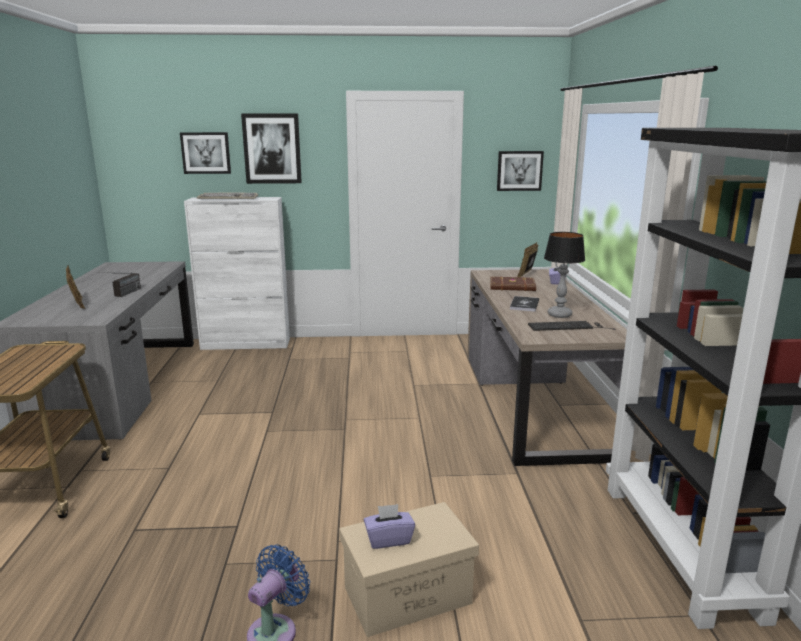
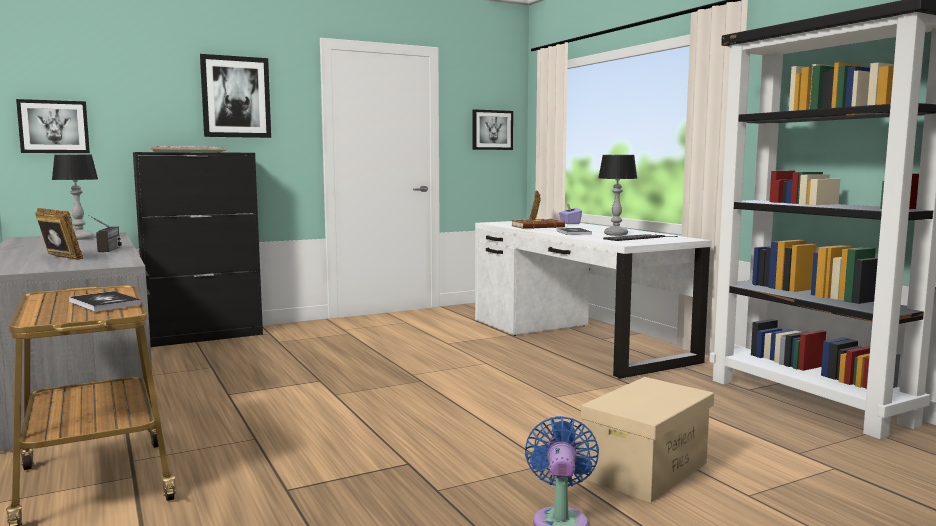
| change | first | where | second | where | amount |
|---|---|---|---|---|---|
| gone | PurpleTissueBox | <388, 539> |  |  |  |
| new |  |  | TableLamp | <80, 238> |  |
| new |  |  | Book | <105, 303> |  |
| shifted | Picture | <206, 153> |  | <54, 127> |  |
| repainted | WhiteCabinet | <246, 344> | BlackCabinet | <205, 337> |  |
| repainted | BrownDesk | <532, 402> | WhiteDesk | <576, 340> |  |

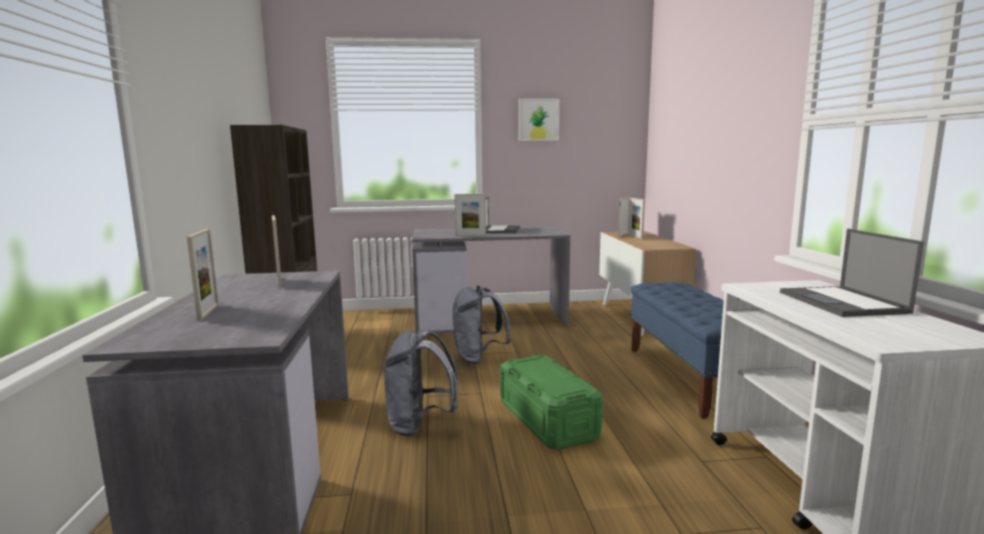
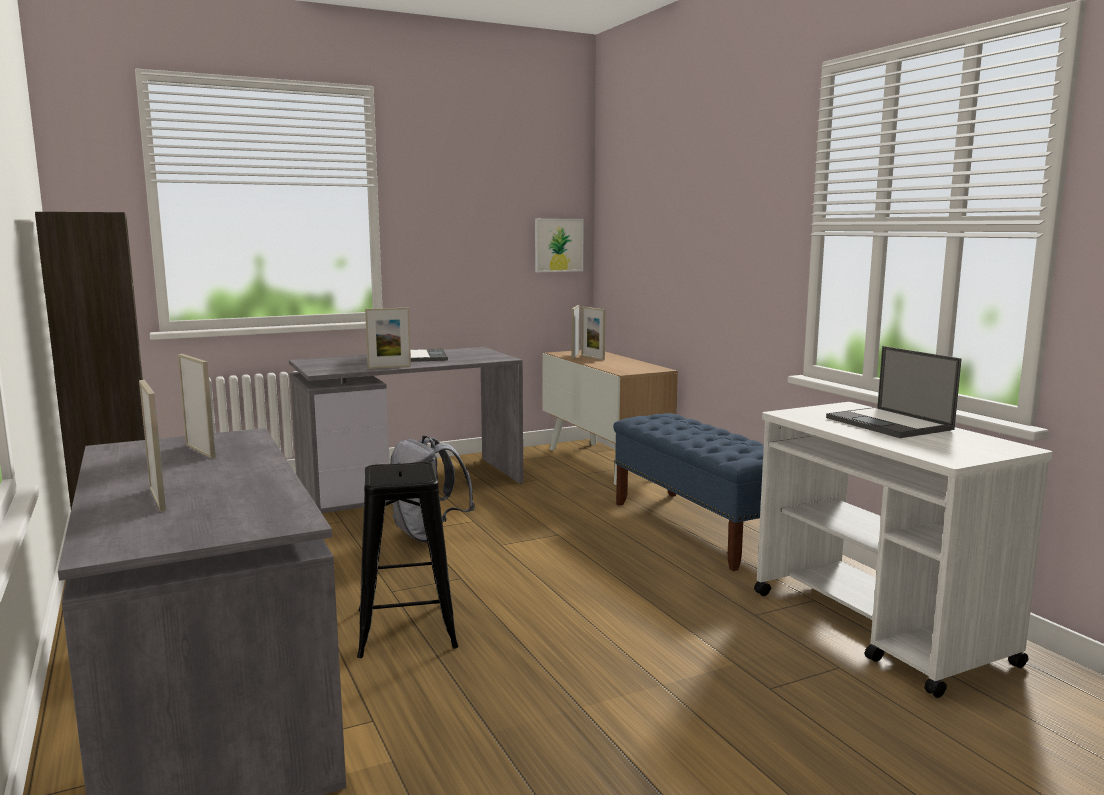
| change | first | where | second | where | amount |
|---|---|---|---|---|---|
| gone | GreenStorageBox | <547, 420> |  |  |  |
| shifted | Picture | <538, 119> |  | <558, 245> |  |
| swapped | GreyBackpack | <420, 425> | BlackStool | <406, 628> |  |

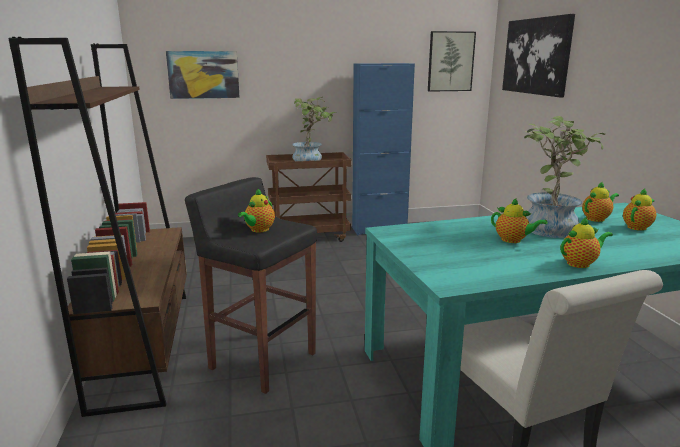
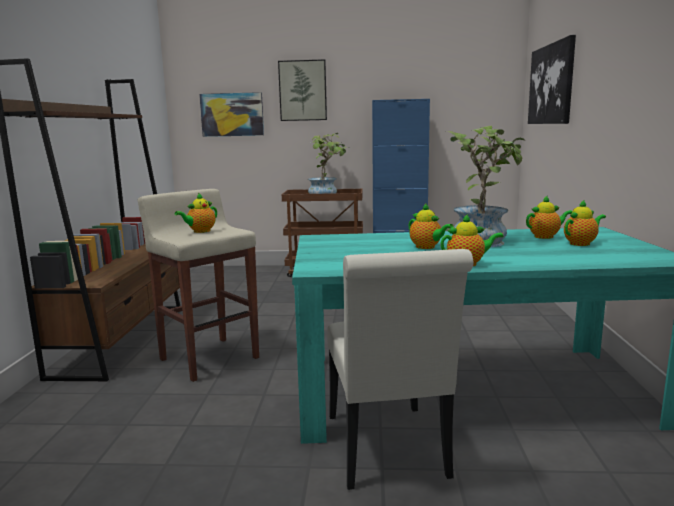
| change | first | where | second | where | amount |
|---|---|---|---|---|---|
| shifted | Picture | <450, 61> |  | <303, 90> |  |
| repainted | BlackStool | <262, 360> | BeigeStool | <209, 358> |  |

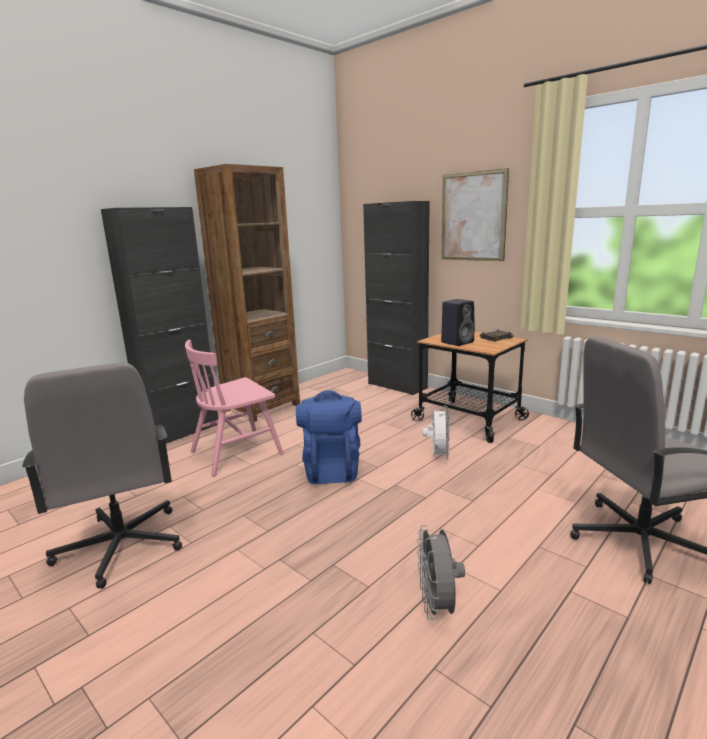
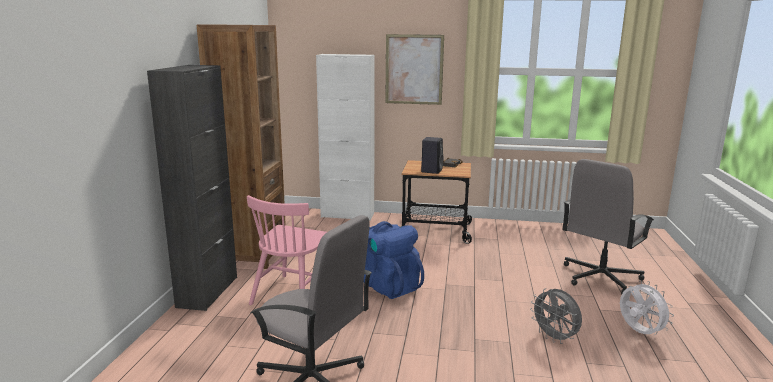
| change | first | where | second | where | amount |
|---|---|---|---|---|---|
| shifted | WhiteFan | <438, 456> |  | <639, 332> |  |
| repainted | BlackCabinet | <397, 386> | WhiteCabinet | <347, 215> |  |

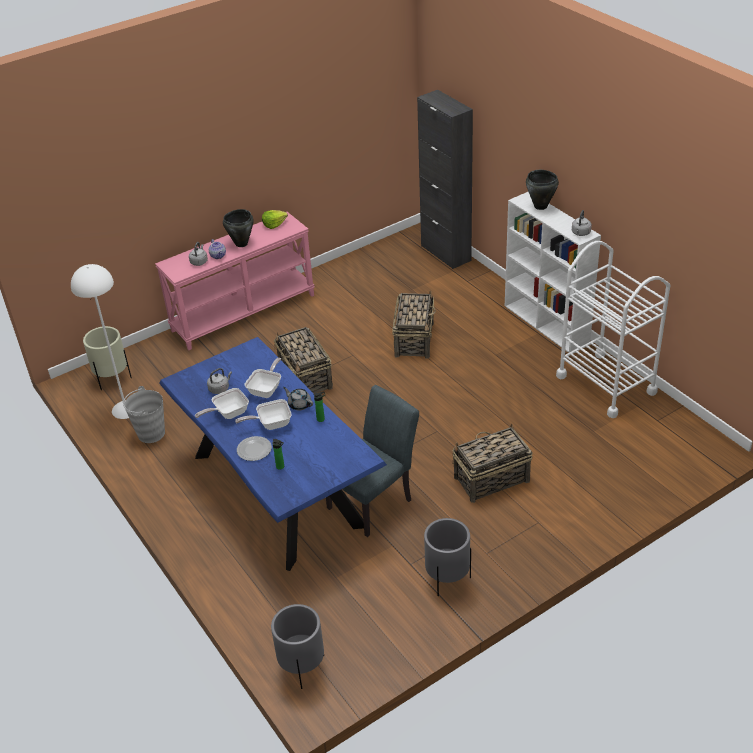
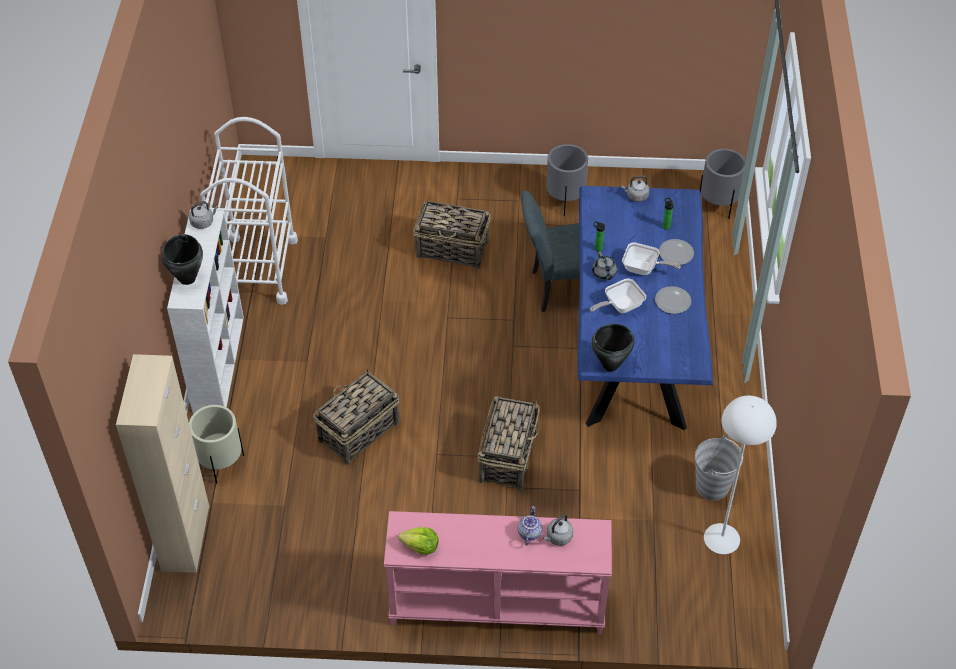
| change | first | where | second | where | amount |
|---|---|---|---|---|---|
| shifted | BeigePlanter | <113, 379> |  | <221, 463> |  |
| shifted | GreyKettle | <220, 388> |  | <636, 196> |  |
| shifted | BlackCookingPot | <241, 244> |  | <611, 365> |  |
| swapped | FryingPan | <228, 413> | Plate | <673, 301> |  |
| repainted | BlackCabinet | <445, 253> | BeigeCabinet | <185, 538> |  |

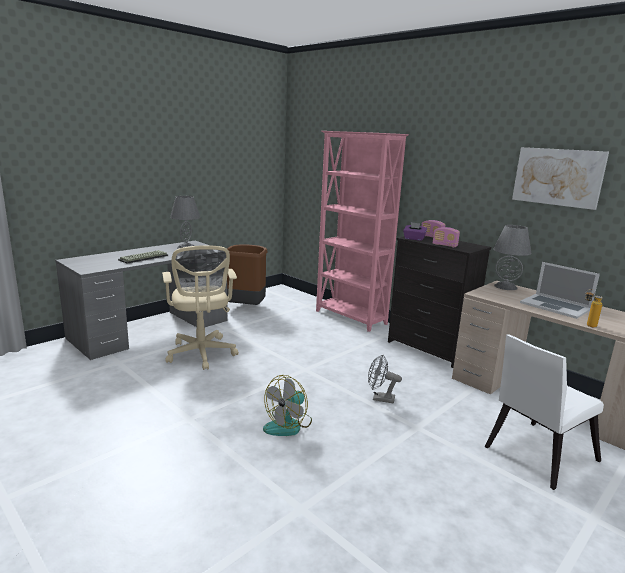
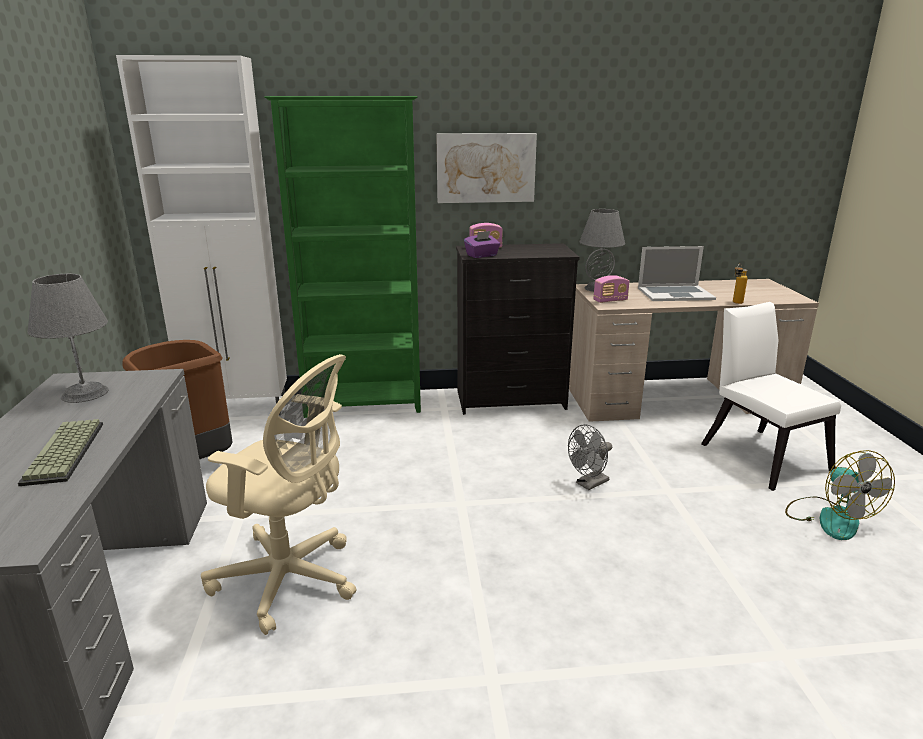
| change | first | where | second | where | amount |
|---|---|---|---|---|---|
| new |  |  | WhiteCabinet | <239, 409> |  |
| shifted | Fan | <288, 425> |  | <829, 517> |  |
| shifted | Radio | <445, 245> |  | <610, 300> |  |
| shifted | Picture | <558, 177> |  | <485, 168> |  |
| repainted | PinkBookcase | <350, 318> | GreenBookcase | <364, 405> |  |
| rotated | WhiteChair | <535, 455> |  | <760, 454> | 150 degrees clockwise |

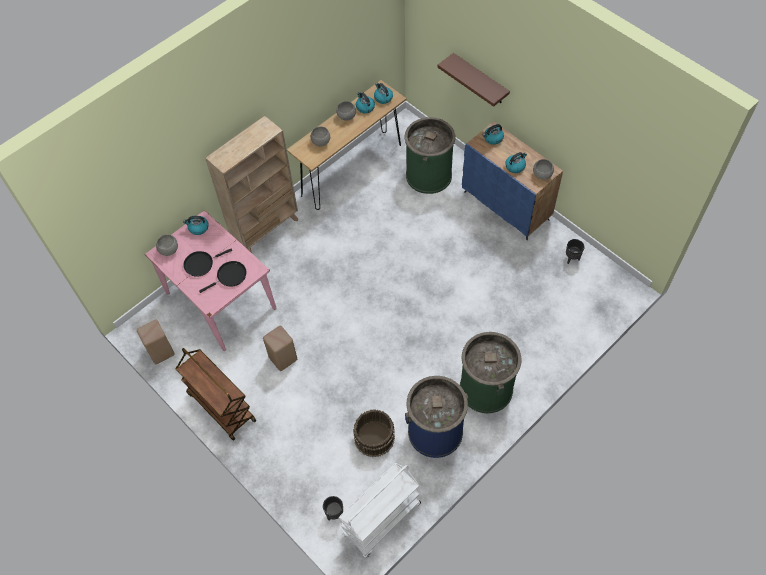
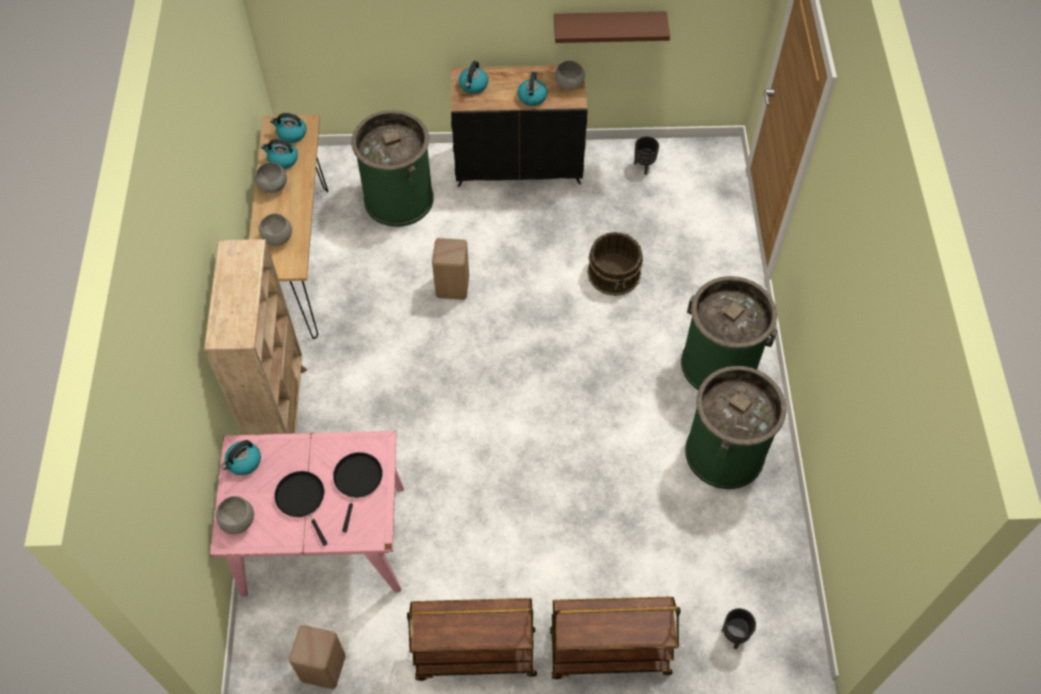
| change | first | where | second | where | amount |
|---|---|---|---|---|---|
| gone | WhiteCart | <381, 520> |  |  |  |
| new |  |  | BrownCart | <608, 653> |  |
| shifted | BeigeStool | <283, 359> |  | <453, 288> |  |
| shifted | BrownBucket | <374, 438> |  | <614, 273> |  |
| shifted | BrownShelf | <480, 79> |  | <609, 25> |  |
| repainted | BlueTrashCan | <435, 431> | GreenTrashCan | <724, 452> |  |
| repainted | BlueCabinet | <506, 206> | BlackCabinet | <519, 165> |  |
| rotated | BlackFryingPan | <201, 264> |  | <302, 499> | 135 degrees clockwise |

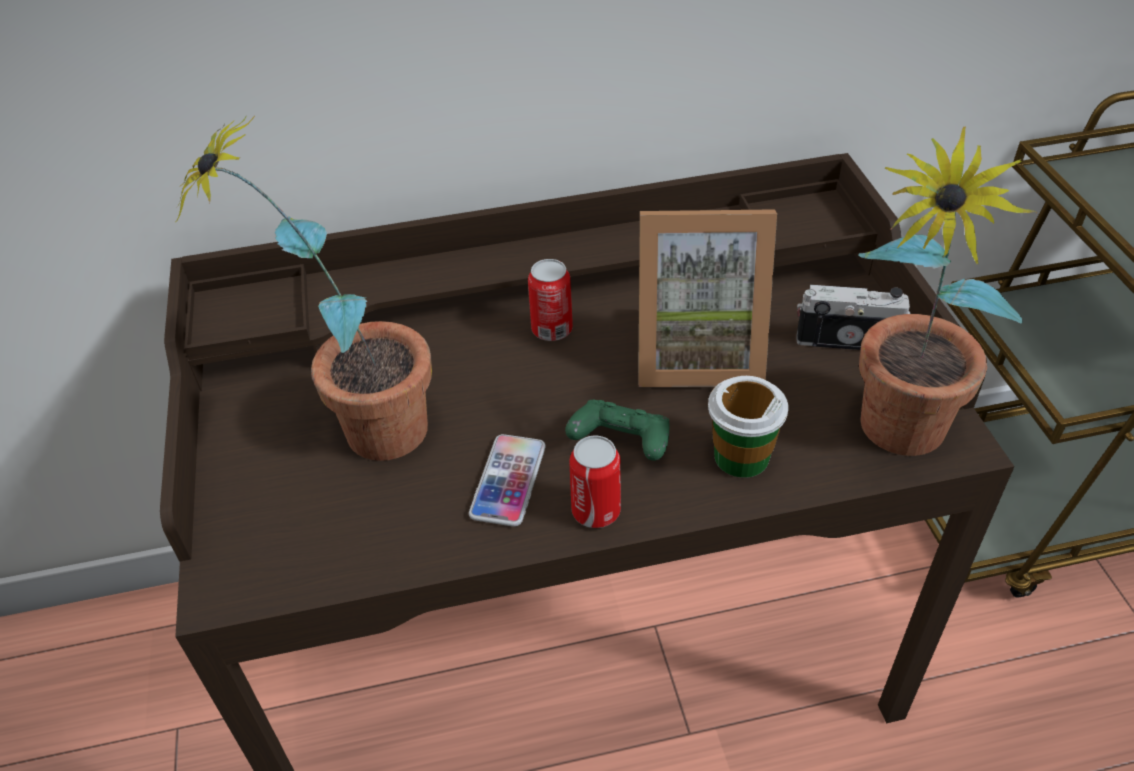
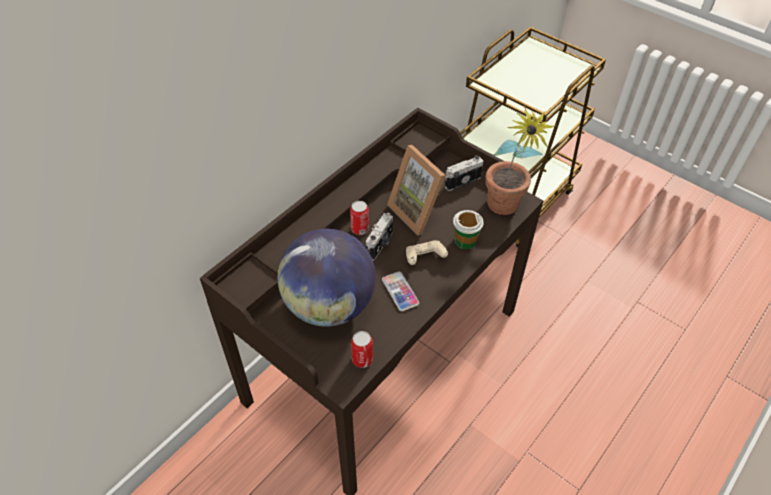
| change | first | where | second | where | amount |
|---|---|---|---|---|---|
| new |  |  | PhotoCamera | <380, 245> |  |
| shifted | Can | <596, 511> |  | <362, 359> |  |
| swapped | PottedPlant | <359, 432> | Globe | <329, 305> |  |
| repainted | GreenGameController | <621, 444> | BeigeGameController | <424, 258> |  |
| rotated | PictureFrame | <697, 353> |  | <418, 211> | 90 degrees clockwise |

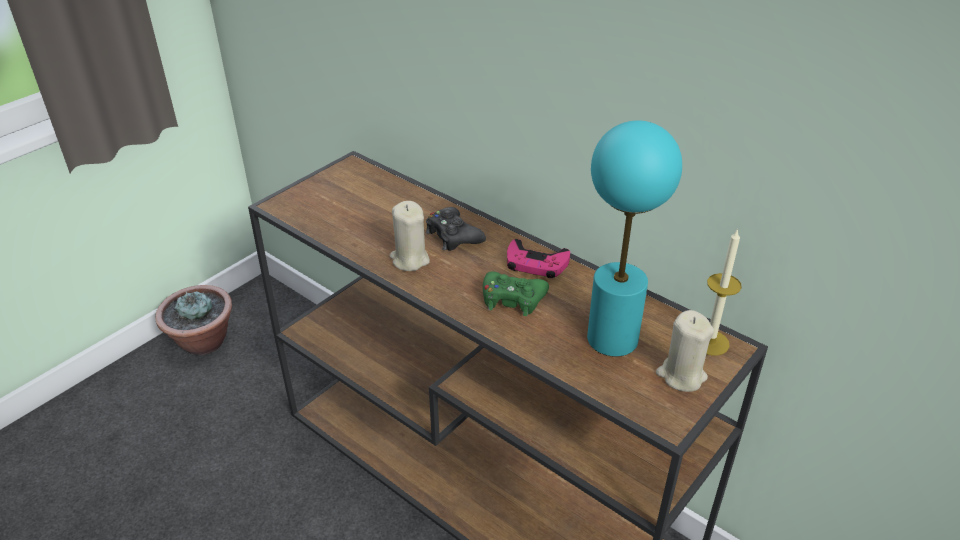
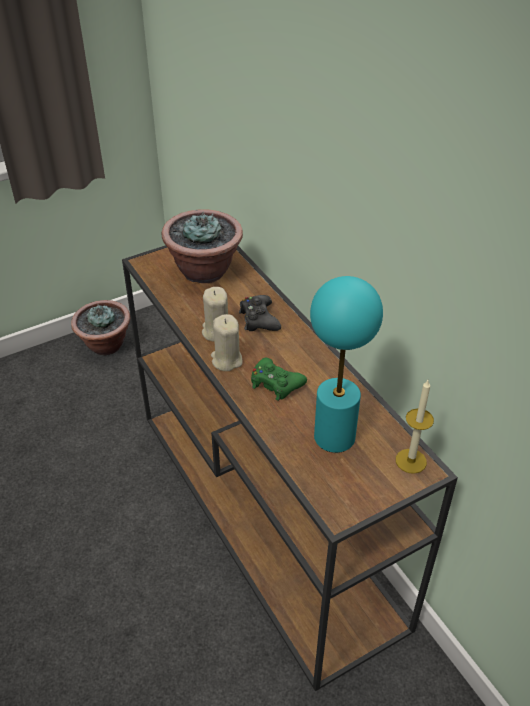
| change | first | where | second | where | amount |
|---|---|---|---|---|---|
| gone | PinkGameController | <536, 264> |  |  |  |
| new |  |  | PottedPlant | <204, 270> |  |
| shifted | BeigeCandle | <681, 375> |  | <226, 360> |  |

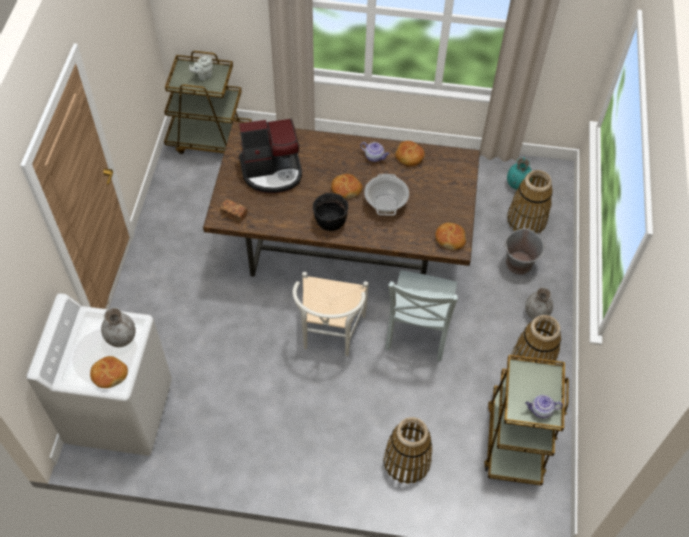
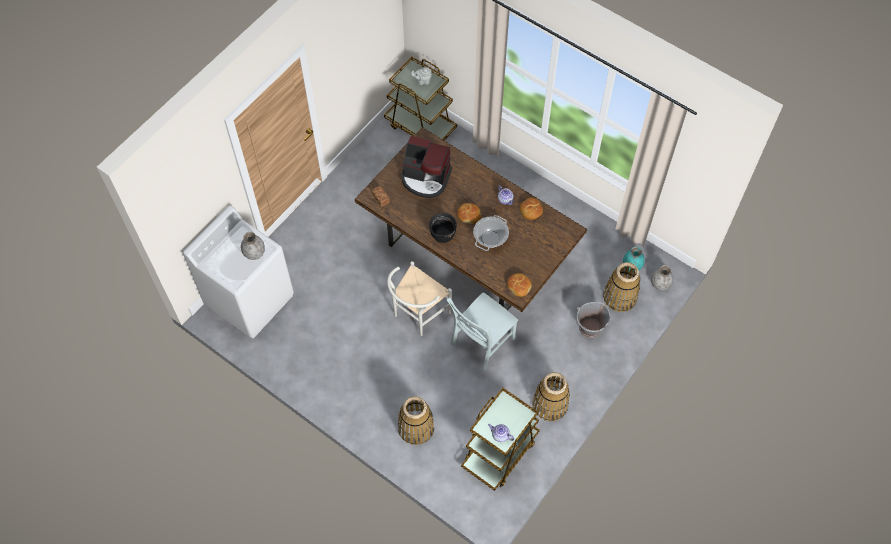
| change | first | where | second | where | amount |
|---|---|---|---|---|---|
| gone | Bread | <109, 374> |  |  |  |
| shifted | GreyVase | <536, 313> |  | <660, 284> |  |

